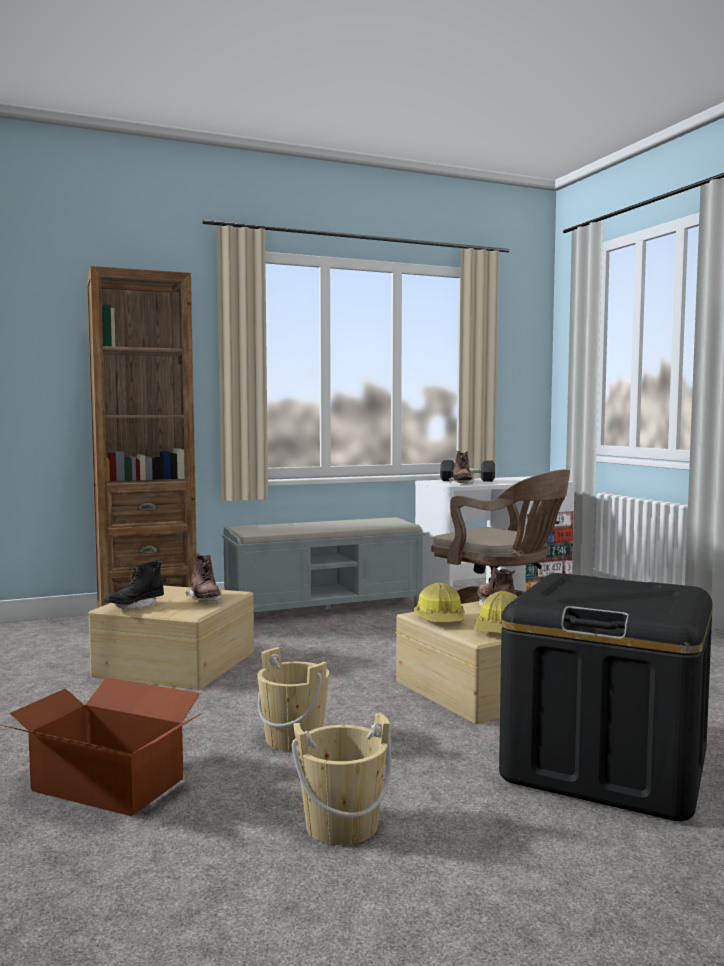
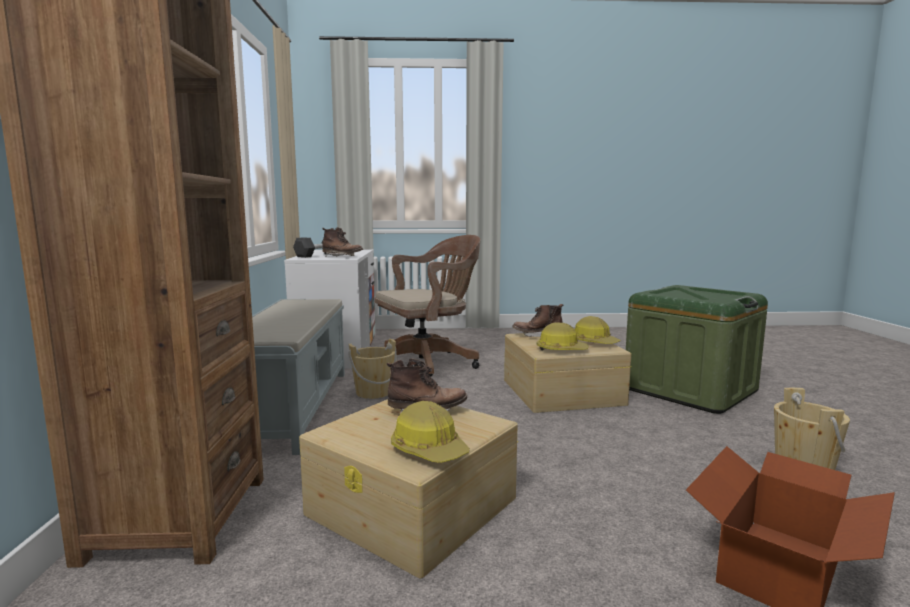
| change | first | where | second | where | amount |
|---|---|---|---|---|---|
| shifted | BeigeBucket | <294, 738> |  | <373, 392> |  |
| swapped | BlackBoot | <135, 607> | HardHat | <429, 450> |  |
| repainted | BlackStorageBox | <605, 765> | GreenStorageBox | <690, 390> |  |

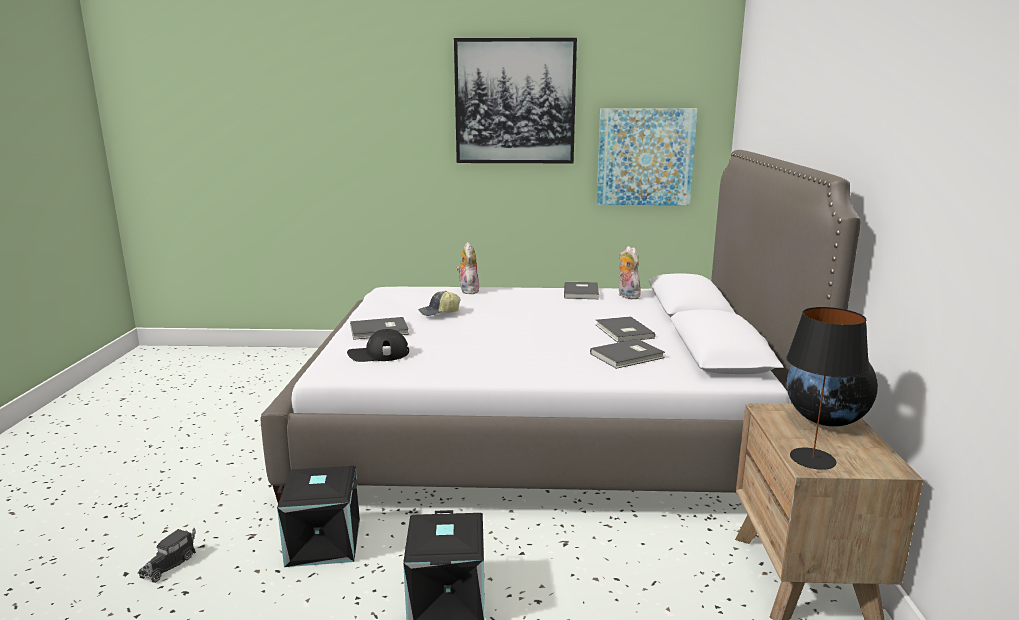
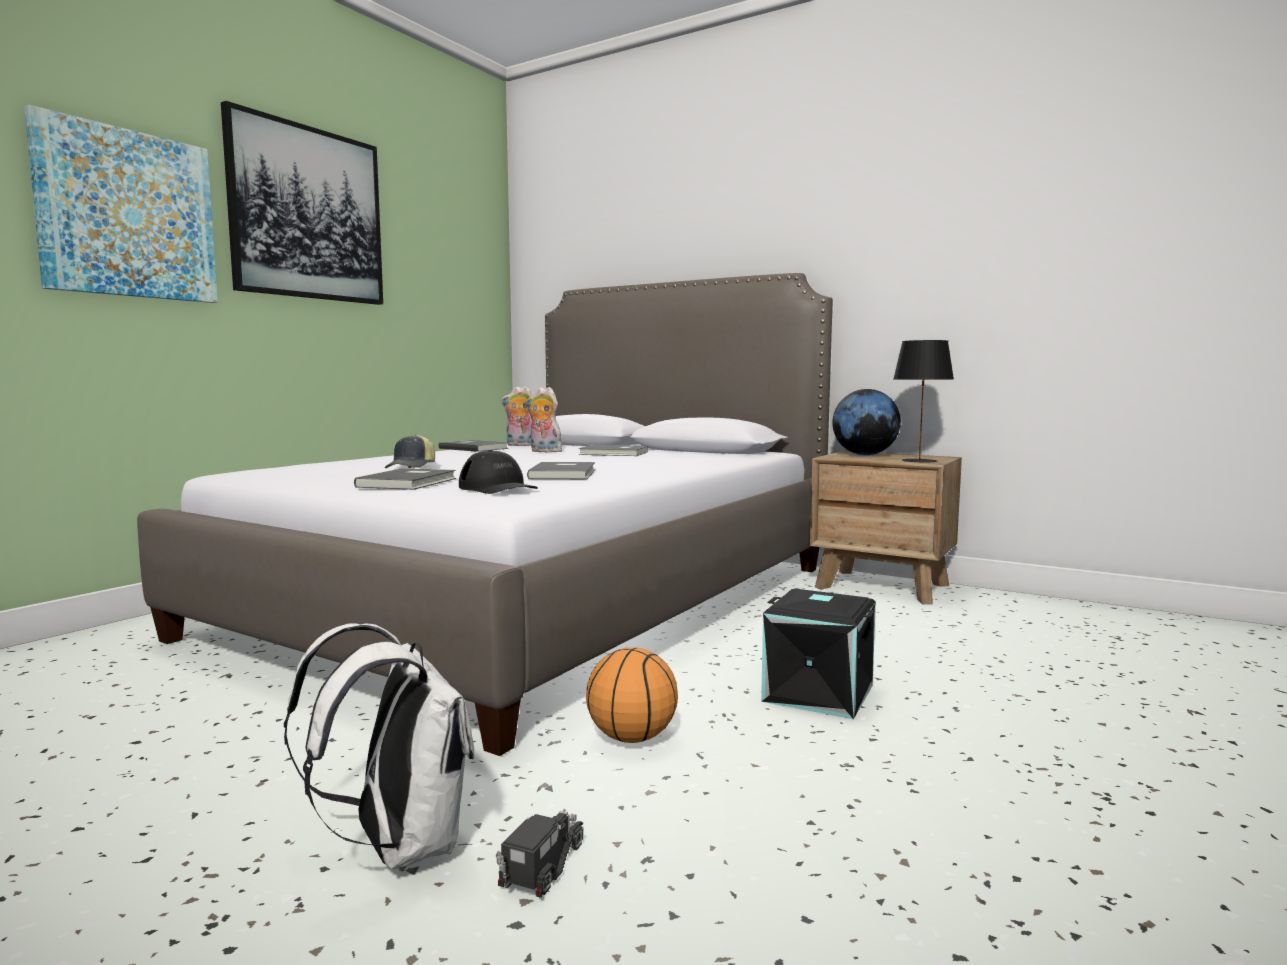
| change | first | where | second | where | amount |
|---|---|---|---|---|---|
| new |  |  | WhiteBackpack | <398, 845> |  |
| shifted | PlushToy | <468, 291> |  | <544, 451> |  |
| shifted | GreyBook | <629, 356> |  | <565, 474> |  |
| shifted | Picture | <645, 157> |  | <127, 214> |  |
| swapped | BlackStorageBox | <324, 542> | Basketball | <631, 737> |  |
| rotated | ToyTruck | <170, 564> |  | <542, 869> | 120 degrees counterclockwise |
| rotated | BlackCap | <378, 354> |  | <498, 488> | 60 degrees counterclockwise |

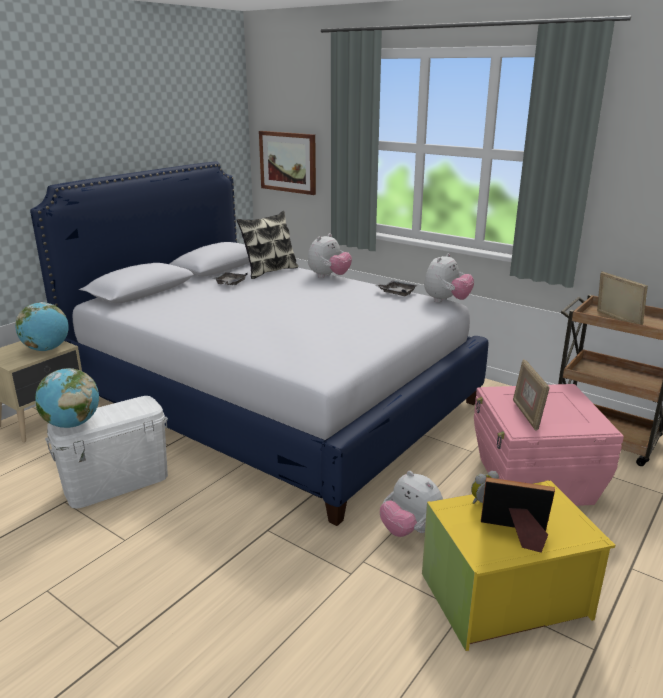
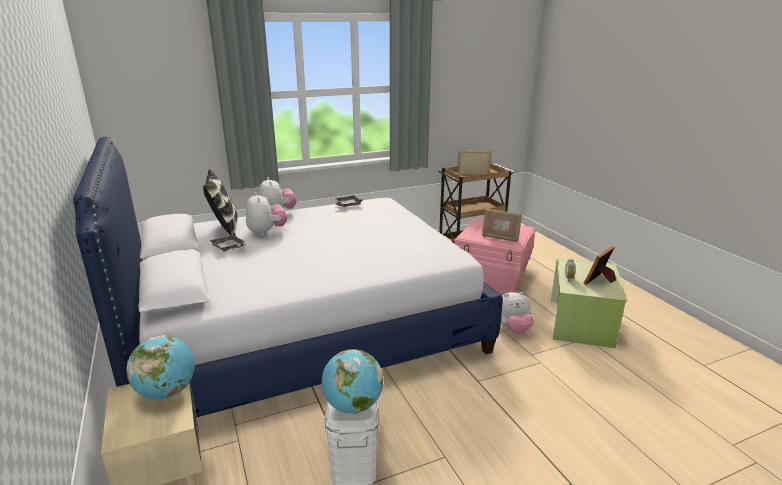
| change | first | where | second | where | amount |
|---|---|---|---|---|---|
| gone | Picture | <288, 162> |  |  |  |
| shifted | PlushToy | <446, 301> |  | <267, 232> |  |
| repainted | YellowStorageBox | <507, 597> | GreenStorageBox | <582, 322> |  |

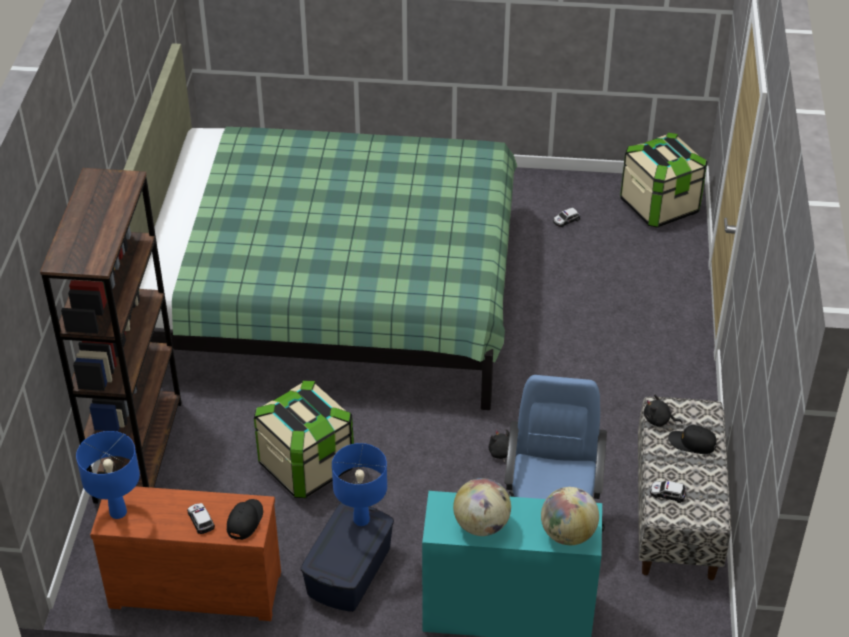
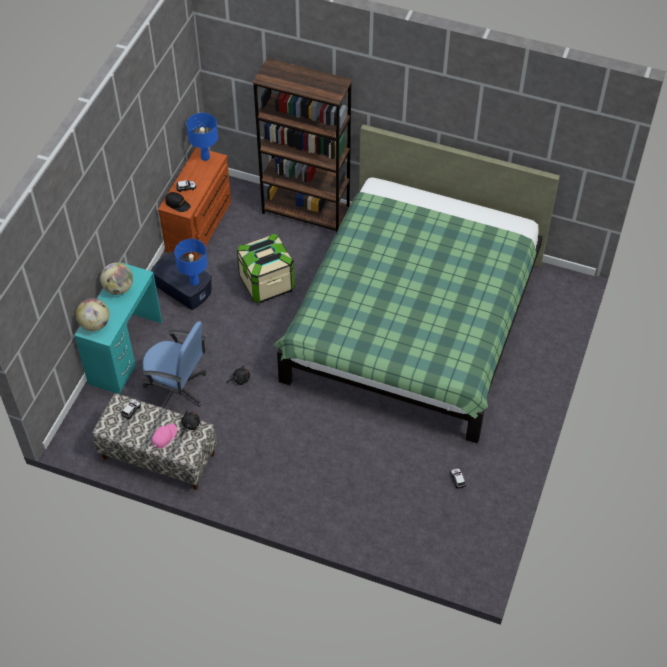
| change | first | where | second | where | amount |
|---|---|---|---|---|---|
| gone | StorageBox | <659, 206> |  |  |  |
| repainted | BlackCap | <692, 443> | PinkCap | <164, 436> |  |

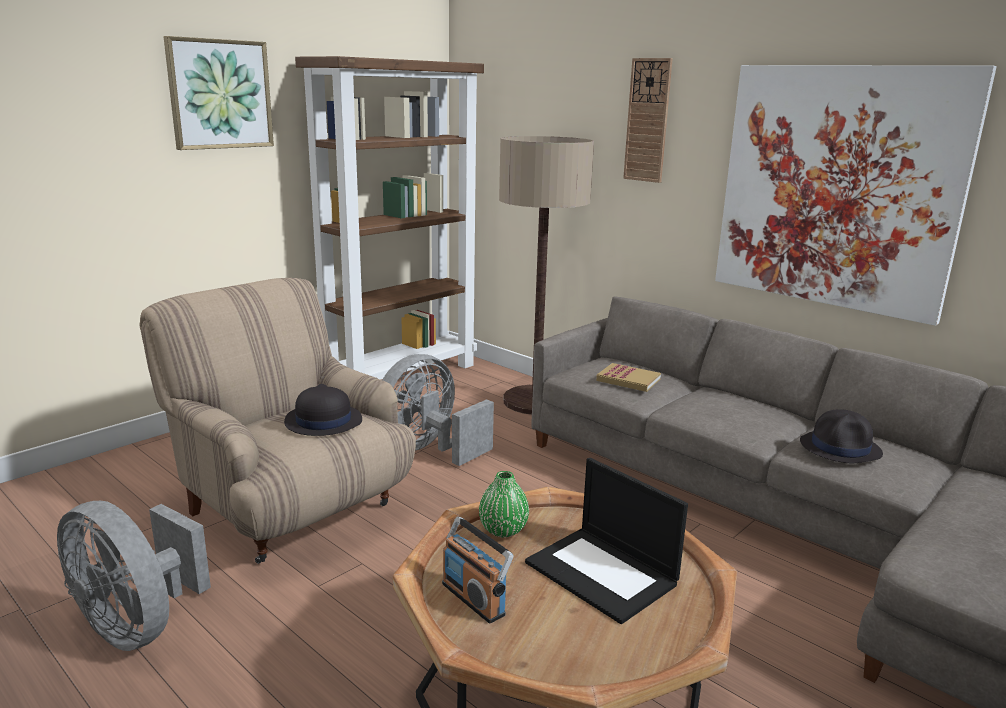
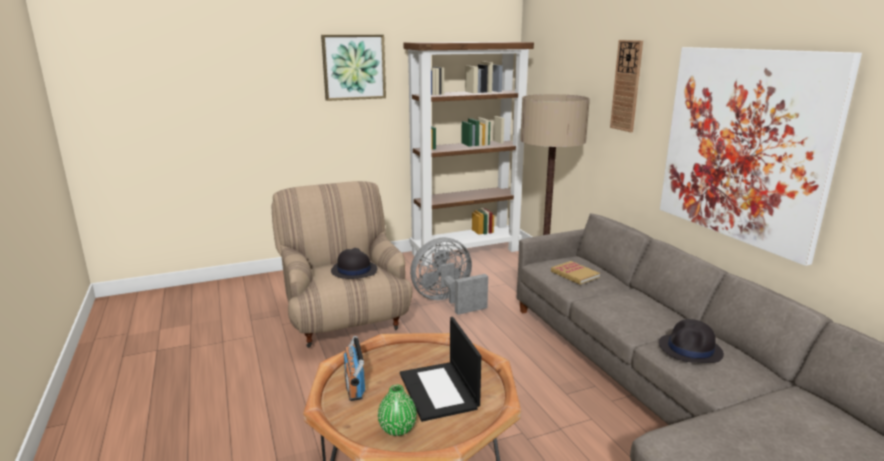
| change | first | where | second | where | amount |
|---|---|---|---|---|---|
| gone | GreyFan | <138, 625> |  |  |  |
| shifted | GreenVase | <503, 530> |  | <397, 429> |  |

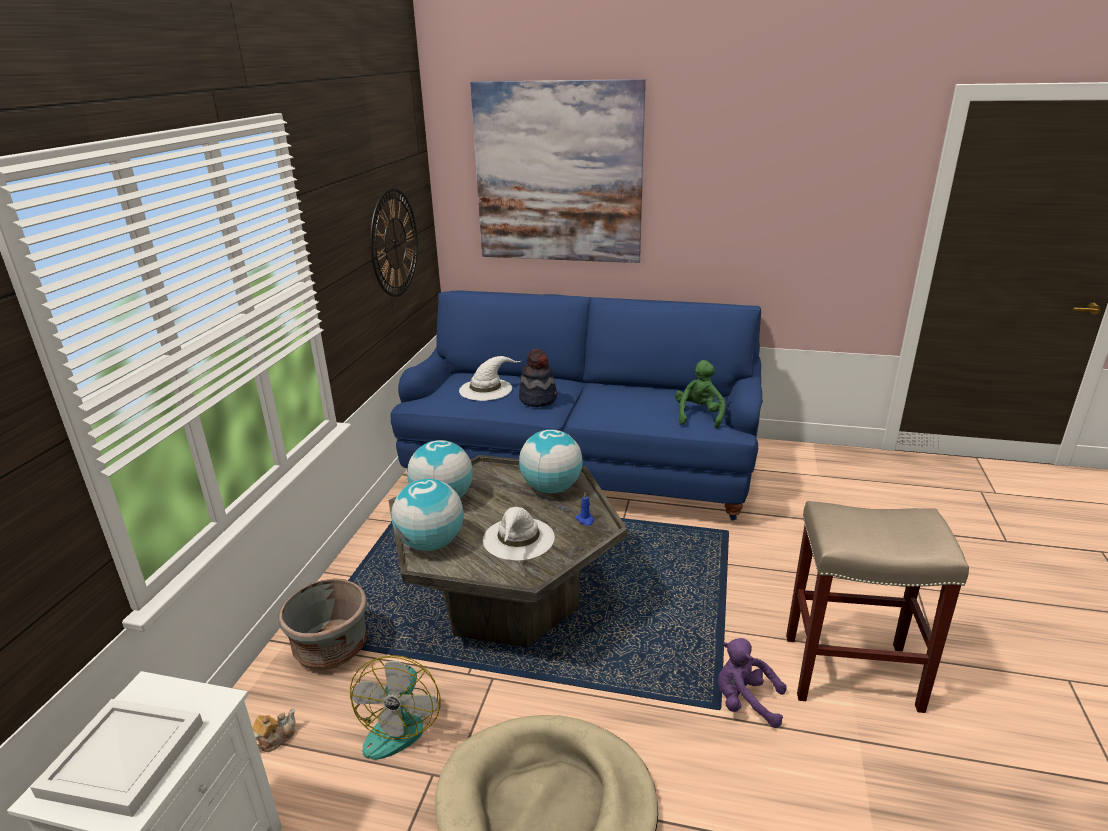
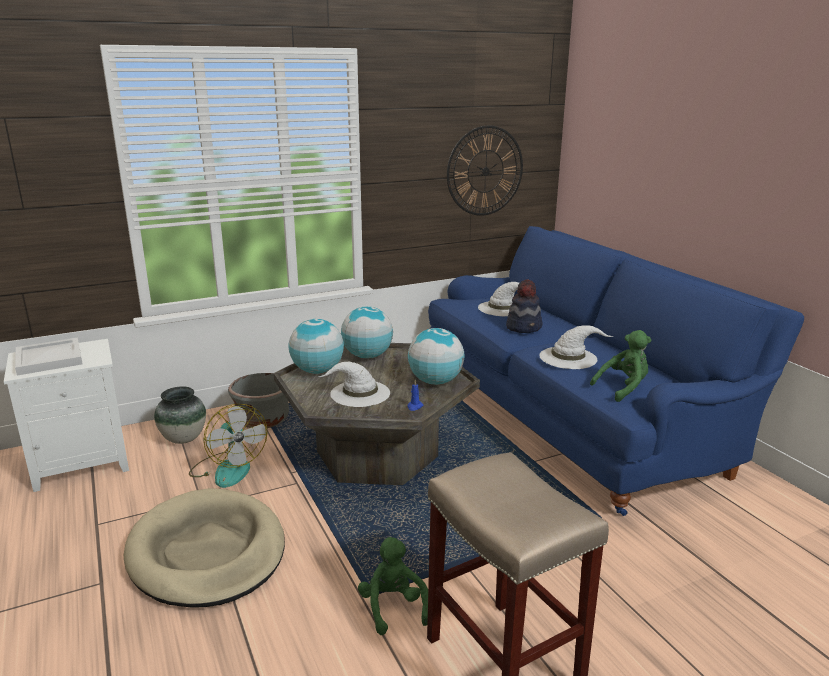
| change | first | where | second | where | amount |
|---|---|---|---|---|---|
| gone | Picture | <558, 174> |  |  |  |
| new |  |  | WhiteHat | <569, 357> |  |
| swapped | Teapot | <275, 738> | Vase | <183, 438> |  |
| repainted | PurplePlushToy | <745, 702> | GreenPlushToy | <393, 607> |  |
| rotated | Fan | <398, 723> |  | <228, 468> | 90 degrees counterclockwise |

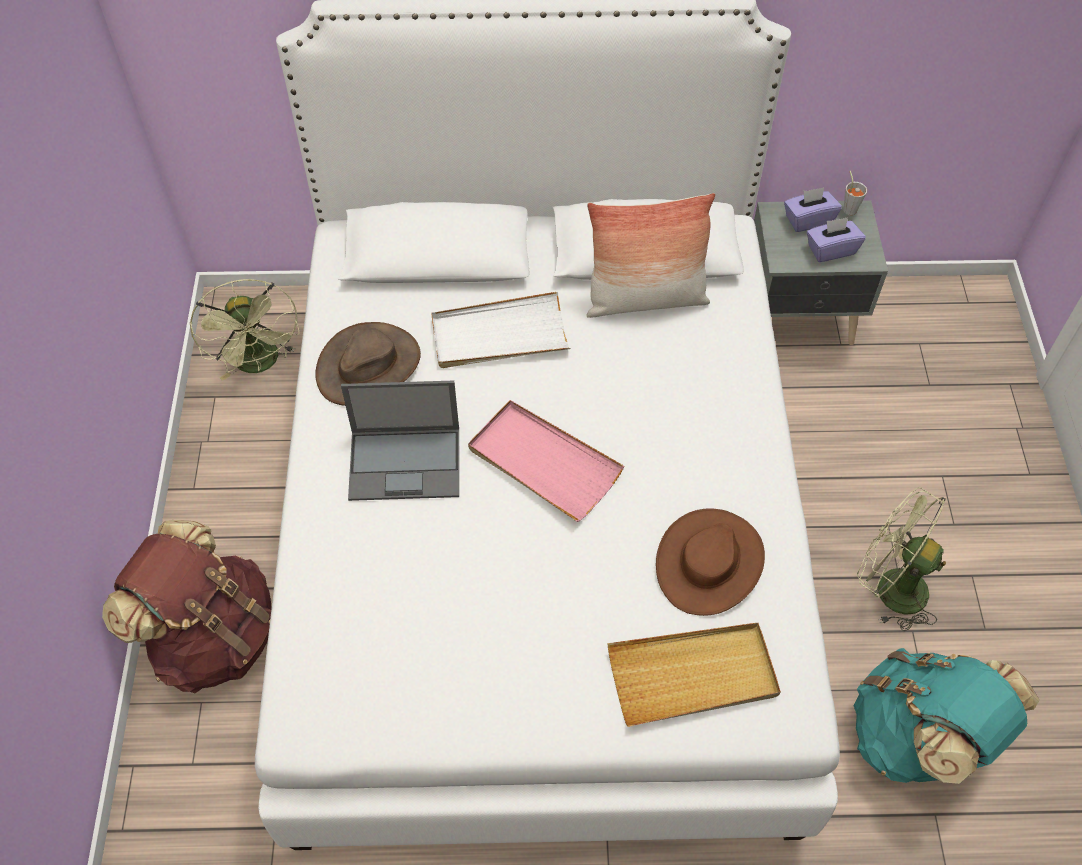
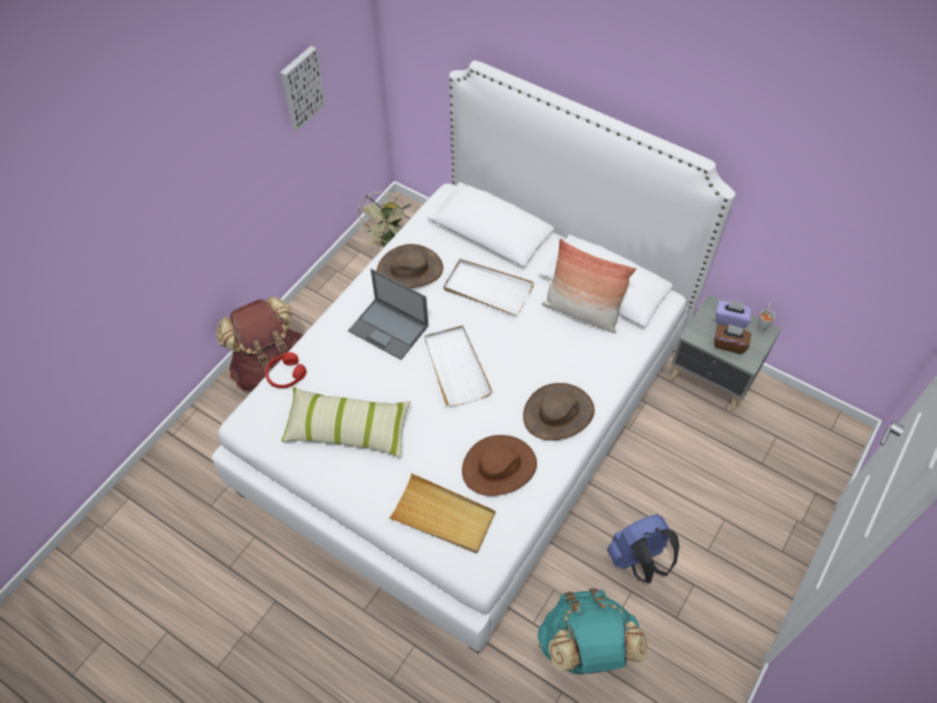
| change | first | where | second | where | amount |
|---|---|---|---|---|---|
| new |  |  | RedHeadphones | <285, 374> |  |
| new |  |  | Picture | <301, 87> |  |
| new |  |  | Pillow | <348, 428> |  |
| new |  |  | BrownHat | <558, 413> |  |
| swapped | GreenFan | <889, 587> | BlueBackpack | <638, 560> |  |
| repainted | PinkTray | <543, 463> | WhiteTray | <456, 367> |  |
| repainted | PurpleTissueBox | <831, 250> | BrownTissueBox | <729, 344> |  |

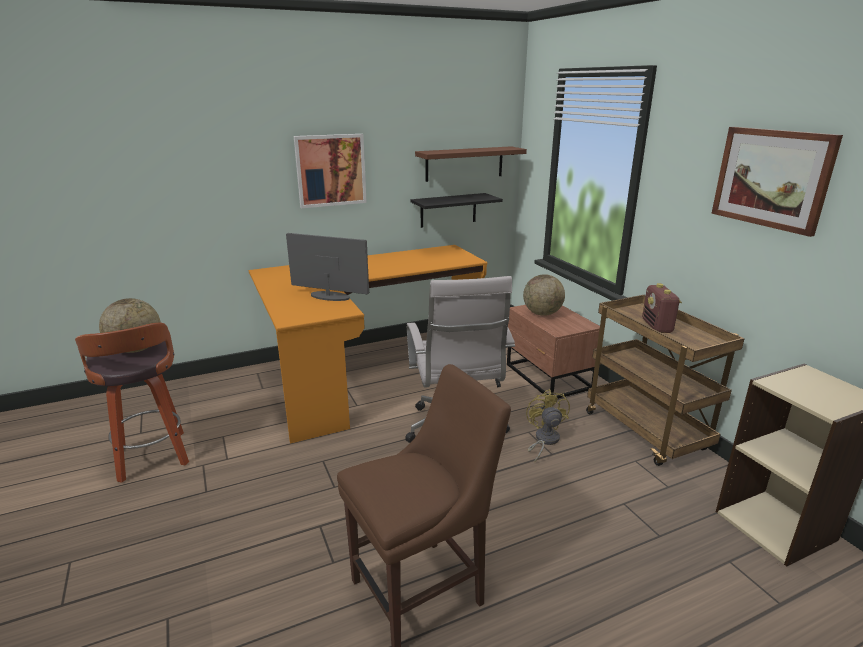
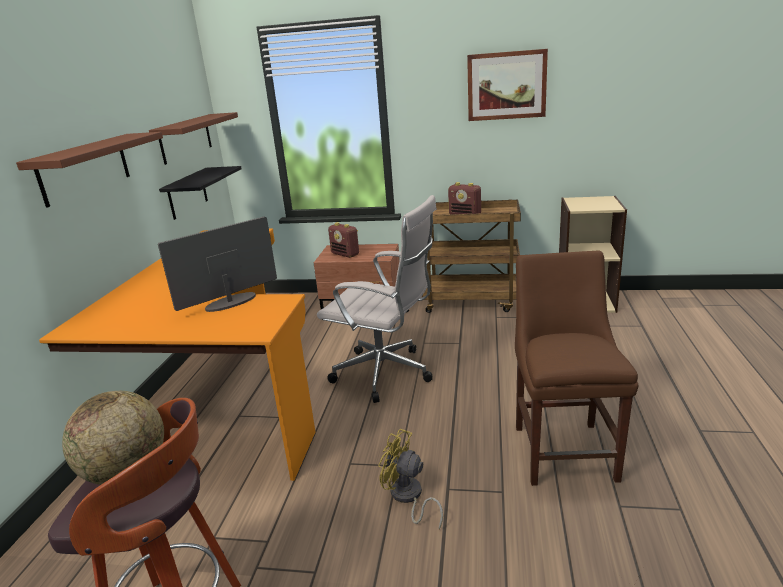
| change | first | where | second | where | amount |
|---|---|---|---|---|---|
| shifted | YellowFan | <544, 440> |  | <408, 497> |  |
| swapped | Picture | <331, 170> | BrownShelf | <85, 168> |  |
| swapped | Globe | <542, 313> | Radio | <345, 254> |  |

